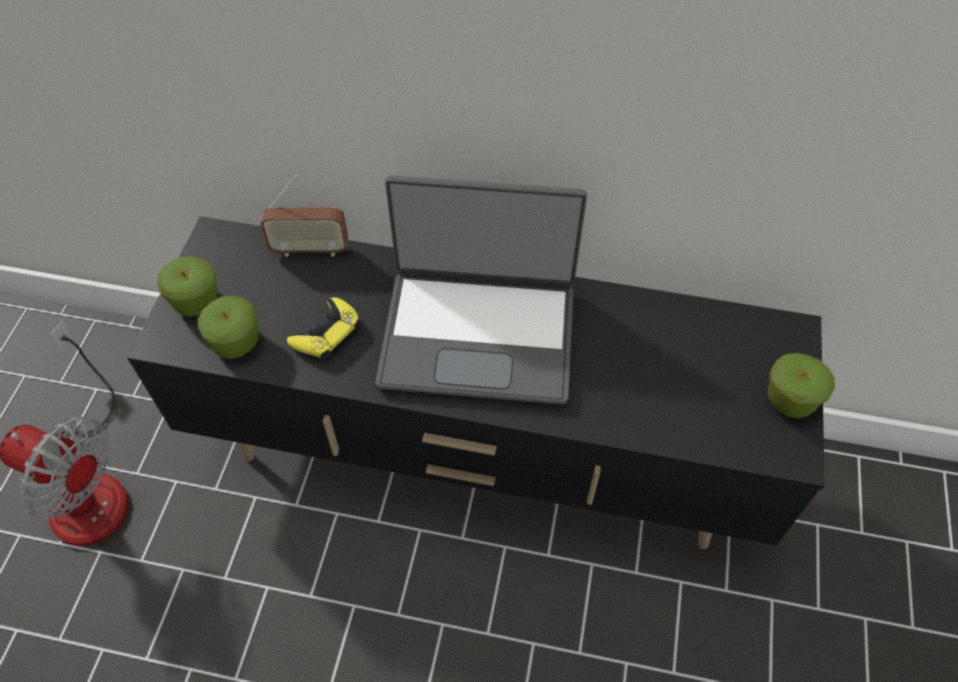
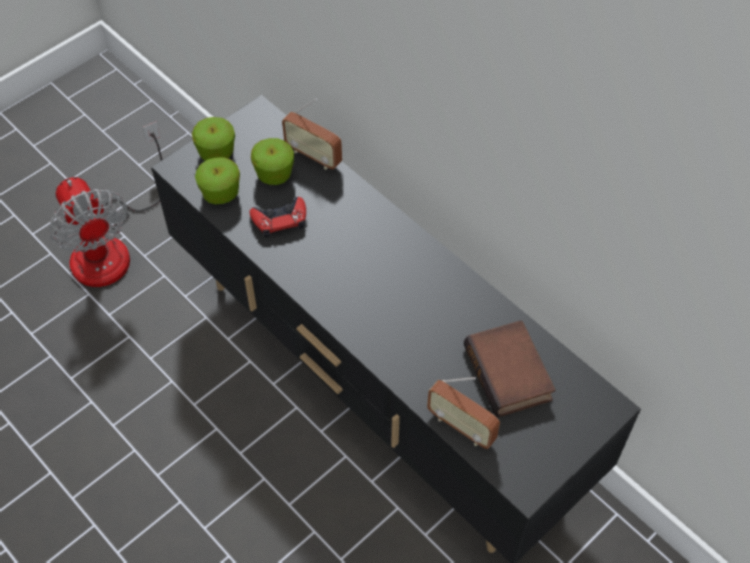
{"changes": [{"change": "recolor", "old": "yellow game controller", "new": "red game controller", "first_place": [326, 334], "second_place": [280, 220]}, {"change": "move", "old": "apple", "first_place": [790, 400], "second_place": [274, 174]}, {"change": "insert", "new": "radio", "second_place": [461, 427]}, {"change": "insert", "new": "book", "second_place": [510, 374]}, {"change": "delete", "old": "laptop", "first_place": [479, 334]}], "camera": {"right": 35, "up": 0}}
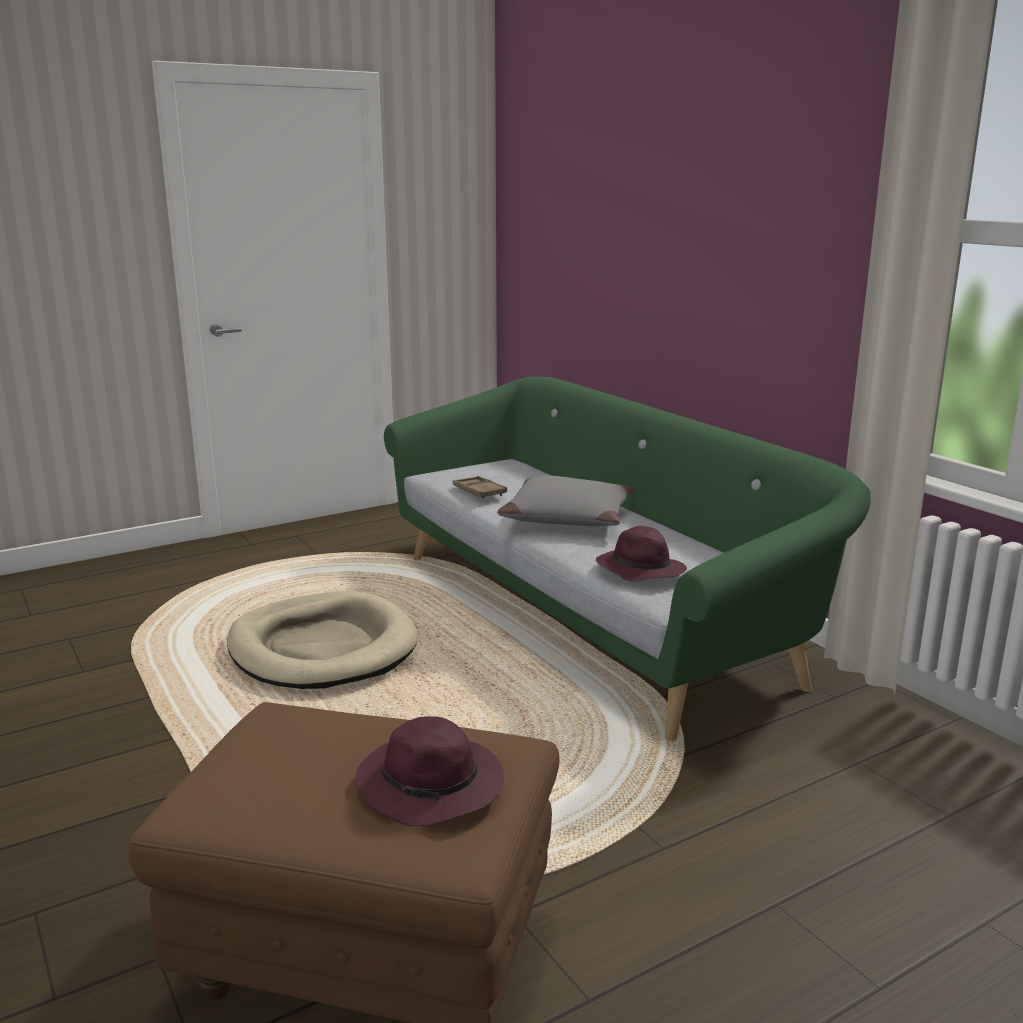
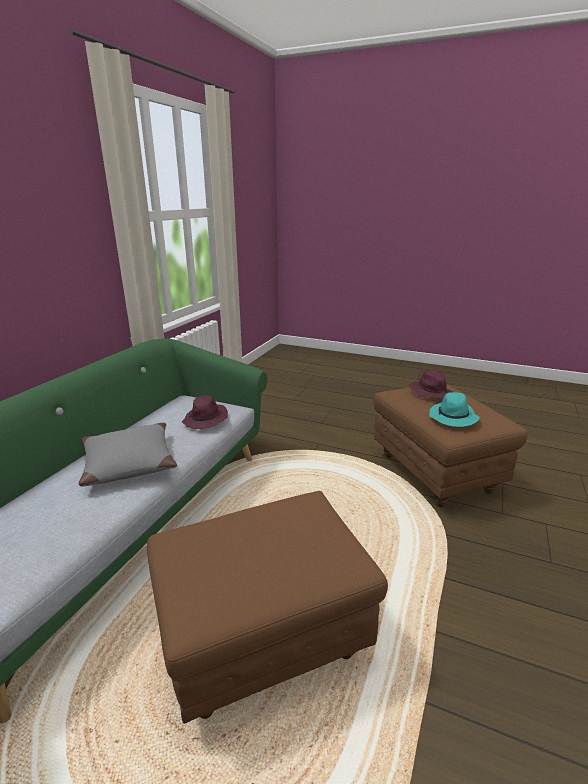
{"changes": [{"change": "replace", "old": "beige dog bed", "new": "brown ottoman", "first_place": [322, 648], "second_place": [263, 643]}, {"change": "insert", "new": "turquoise hat", "second_place": [453, 417]}, {"change": "delete", "old": "brown tray", "first_place": [479, 492]}], "camera": {"right": -125, "up": 5}}
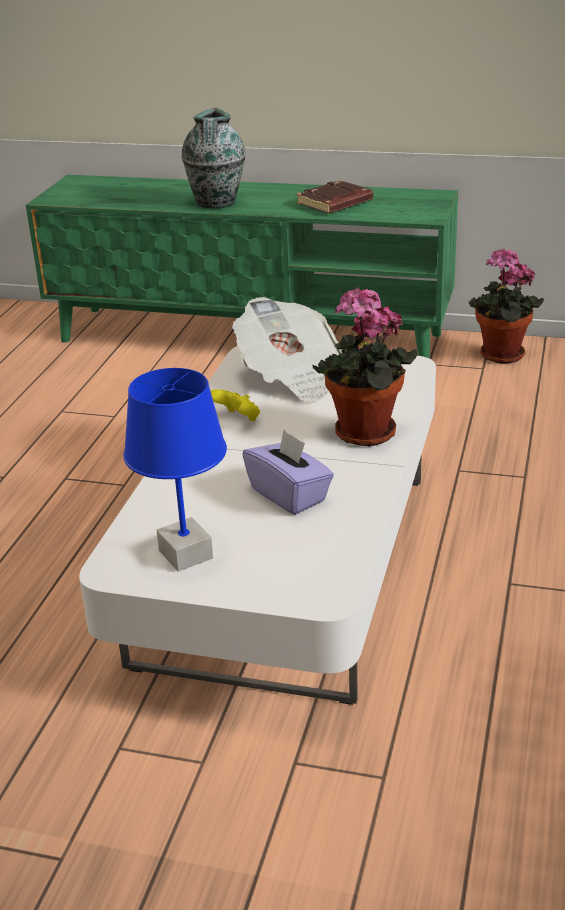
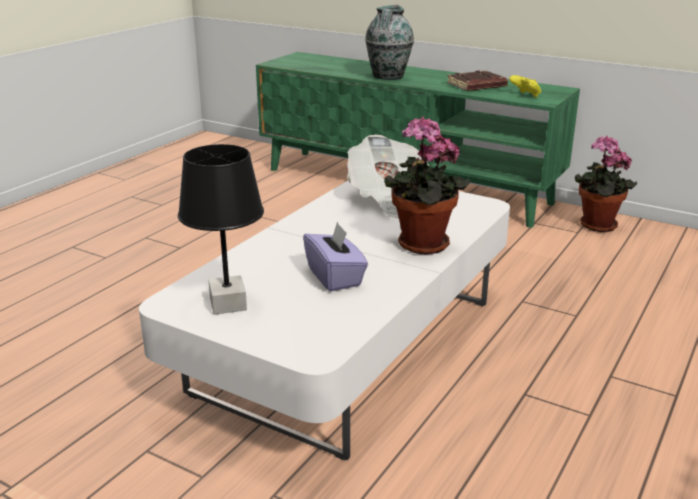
{"changes": [{"change": "recolor", "old": "blue table lamp", "new": "black table lamp", "first_place": [185, 554], "second_place": [227, 303]}, {"change": "move", "old": "yellow game controller", "first_place": [237, 419], "second_place": [525, 96]}], "camera": {"right": 15, "up": -5}}
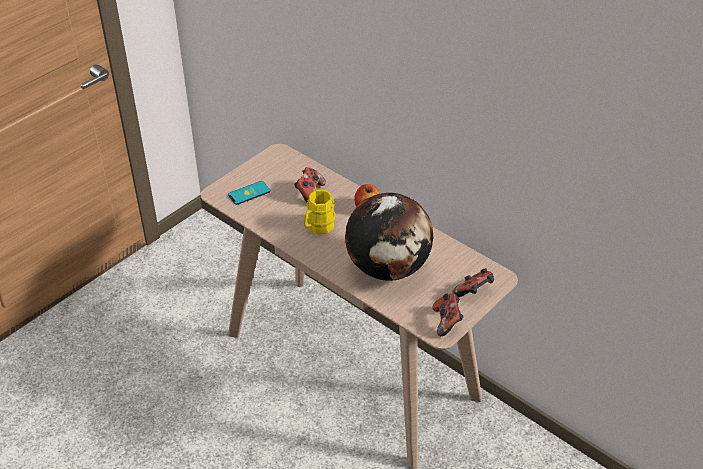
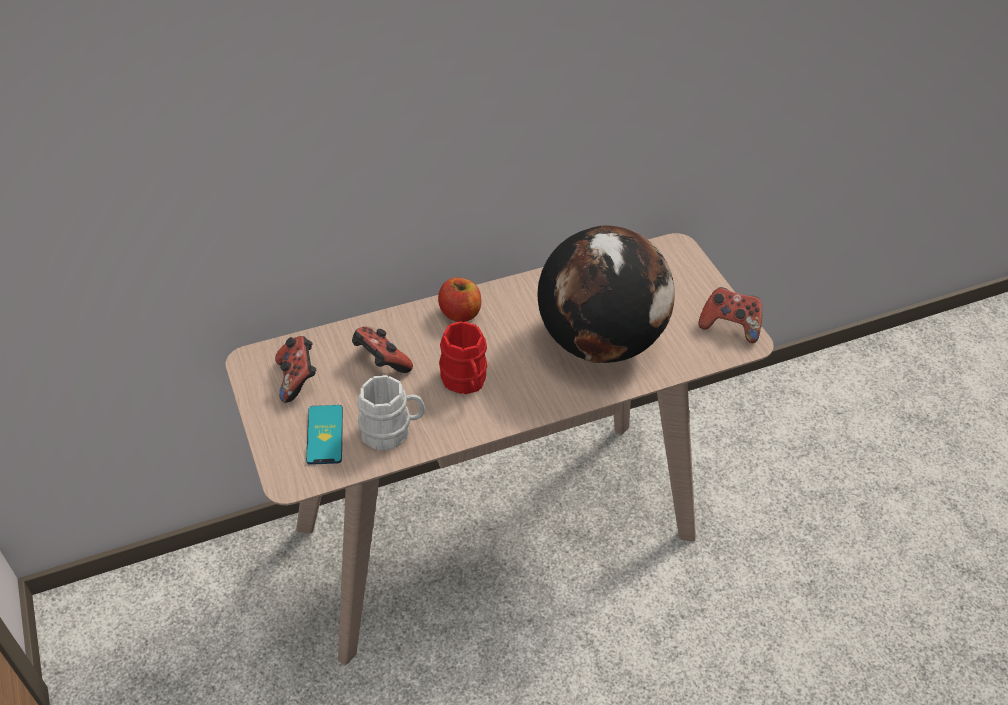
{"changes": [{"change": "move", "old": "game controller", "first_place": [474, 292], "second_place": [297, 379]}, {"change": "insert", "new": "white mug", "second_place": [392, 431]}, {"change": "recolor", "old": "yellow mug", "new": "red mug", "first_place": [318, 227], "second_place": [465, 382]}], "camera": {"right": -65, "up": 5}}
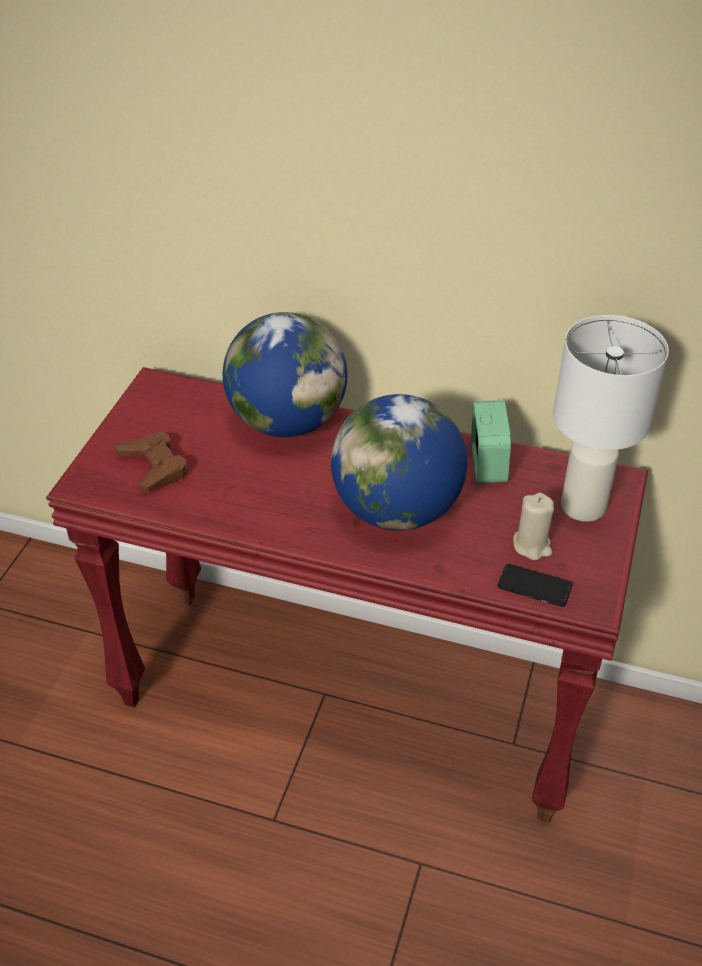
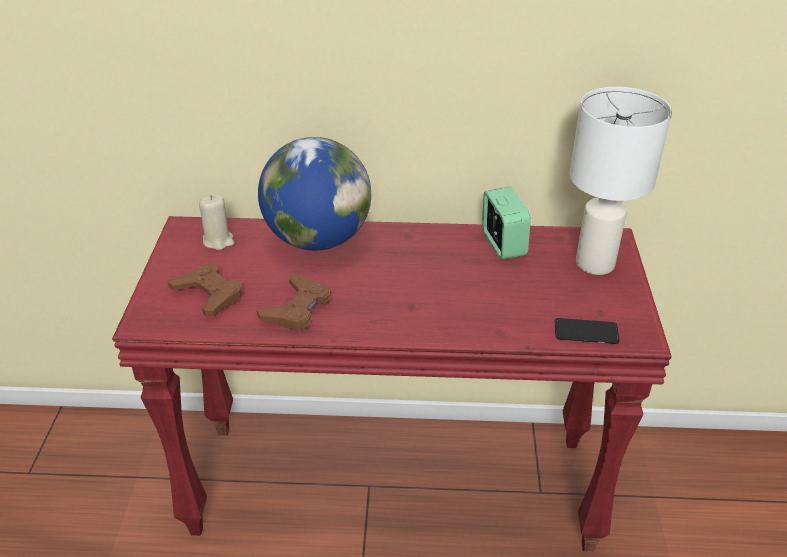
{"changes": [{"change": "move", "old": "beige candle", "first_place": [532, 545], "second_place": [218, 241]}, {"change": "insert", "new": "brown game controller", "second_place": [297, 309]}, {"change": "delete", "old": "globe", "first_place": [397, 510]}], "camera": {"right": -15, "up": -5}}
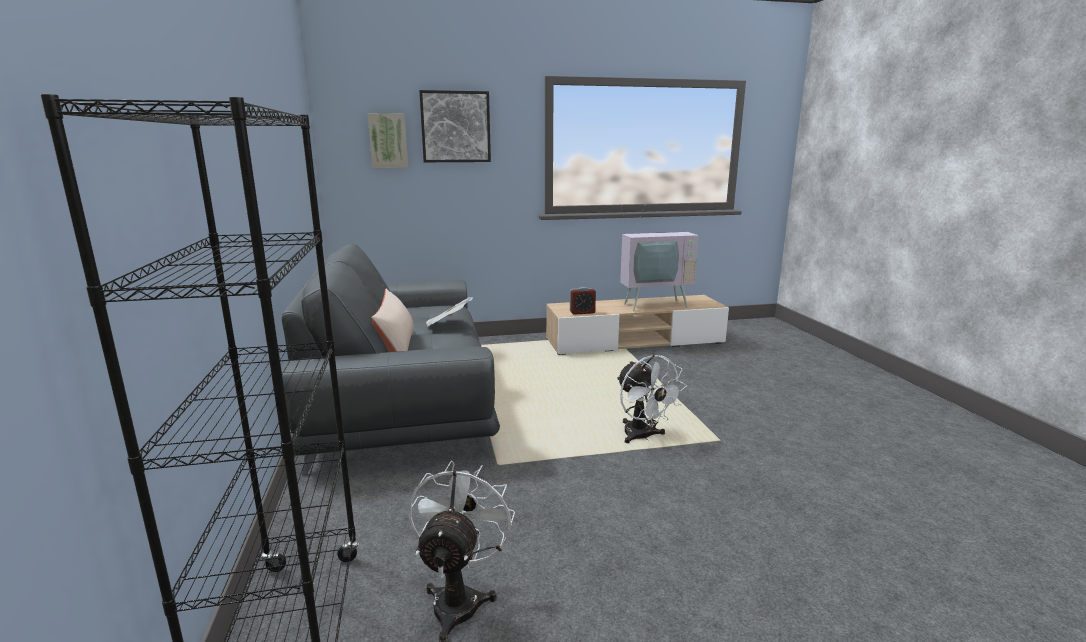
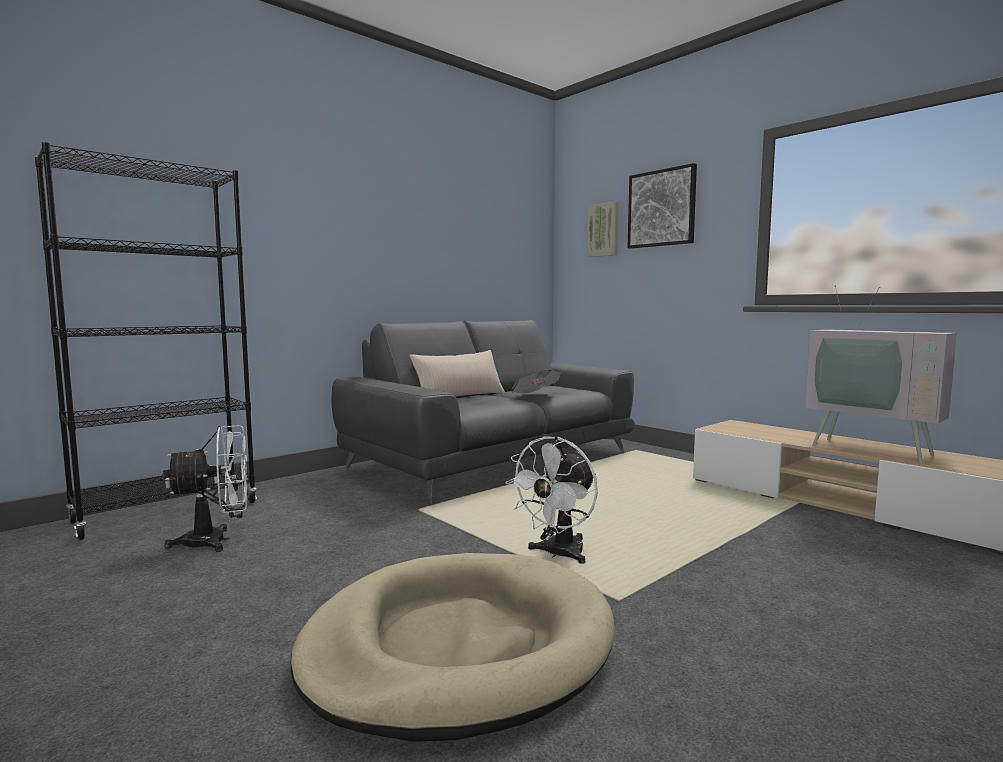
{"changes": [{"change": "insert", "new": "beige dog bed", "second_place": [458, 647]}, {"change": "delete", "old": "alarm clock", "first_place": [582, 312]}], "camera": {"right": 60, "up": -10}}
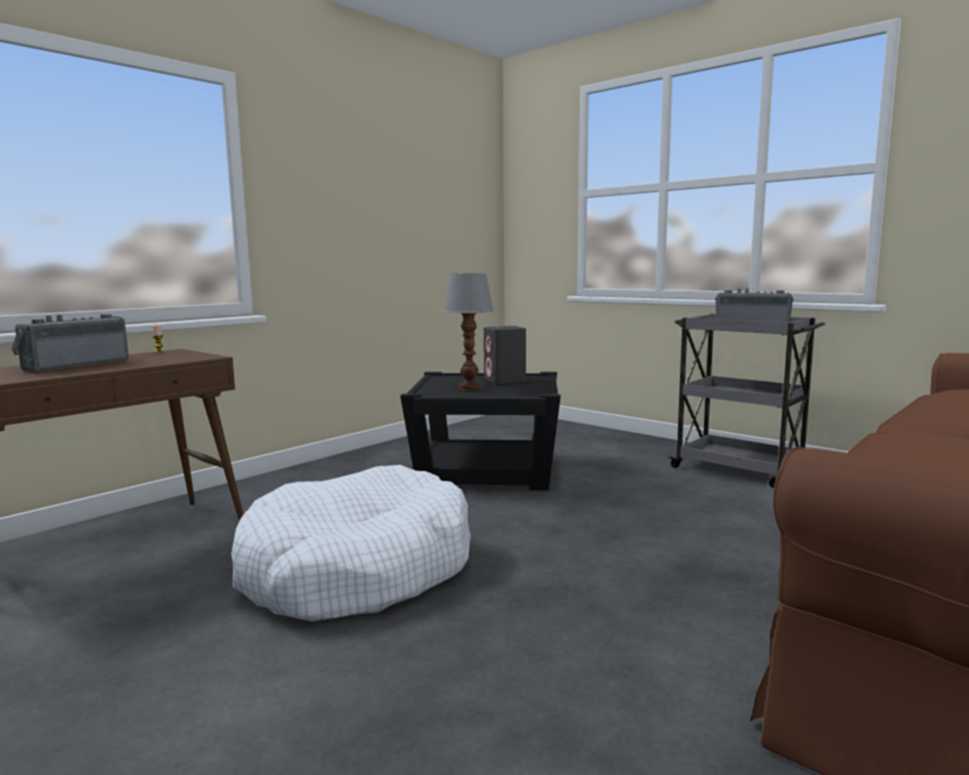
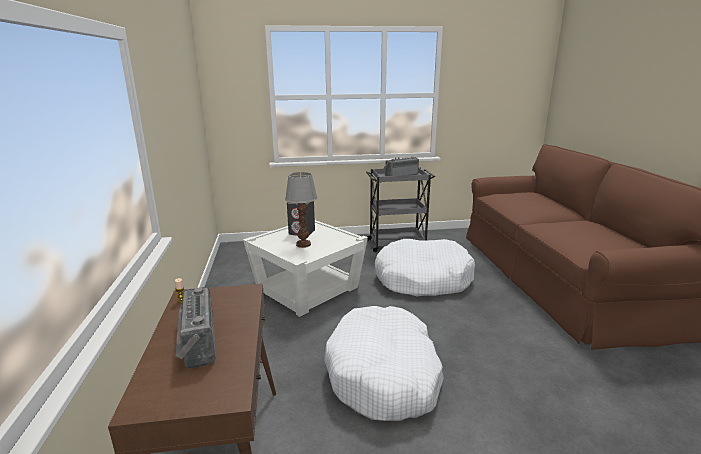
{"changes": [{"change": "recolor", "old": "black side table", "new": "white side table", "first_place": [486, 471], "second_place": [307, 289]}, {"change": "insert", "new": "white dog bed", "second_place": [422, 279]}], "camera": {"right": -50, "up": 10}}
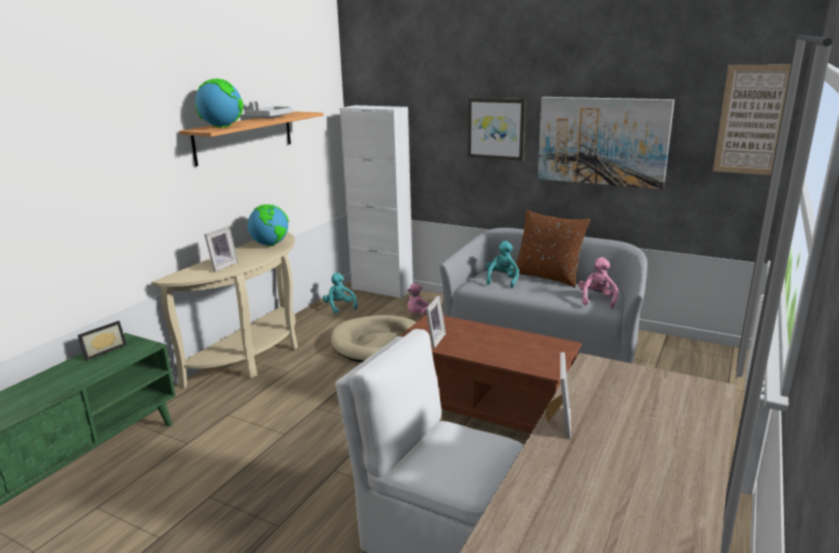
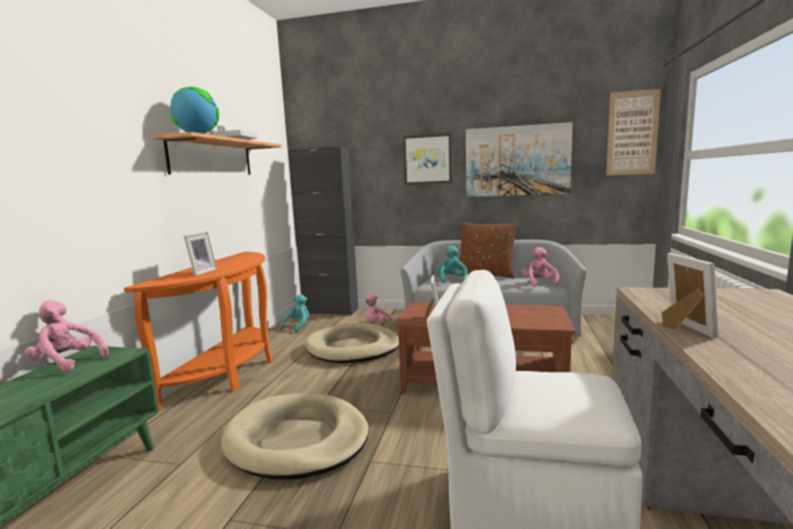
{"changes": [{"change": "replace", "old": "picture frame", "new": "pink plush toy", "first_place": [103, 350], "second_place": [67, 363]}, {"change": "recolor", "old": "beige console table", "new": "orange console table", "first_place": [254, 356], "second_place": [229, 373]}, {"change": "insert", "new": "beige dog bed", "second_place": [297, 440]}, {"change": "rotate", "old": "turquoise plush toy", "first_place": [339, 307], "second_place": [298, 326], "degrees": 75}, {"change": "recolor", "old": "white cabinet", "new": "black cabinet", "first_place": [382, 289], "second_place": [330, 311]}, {"change": "delete", "old": "globe", "first_place": [270, 245]}], "camera": {"right": -15, "up": -10}}
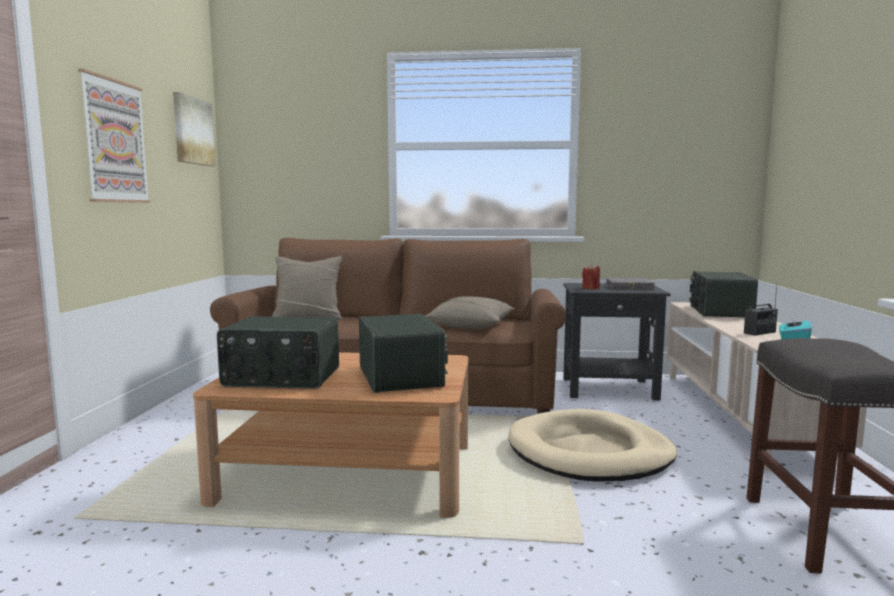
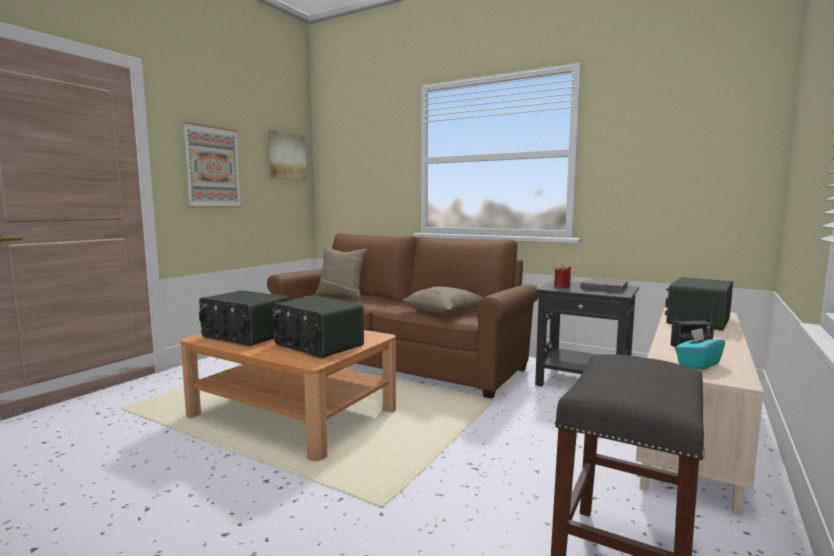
{"changes": [{"change": "rotate", "old": "radio", "first_place": [401, 376], "second_place": [317, 345], "degrees": 120}, {"change": "delete", "old": "beige dog bed", "first_place": [590, 452]}], "camera": {"right": 25, "up": 0}}
